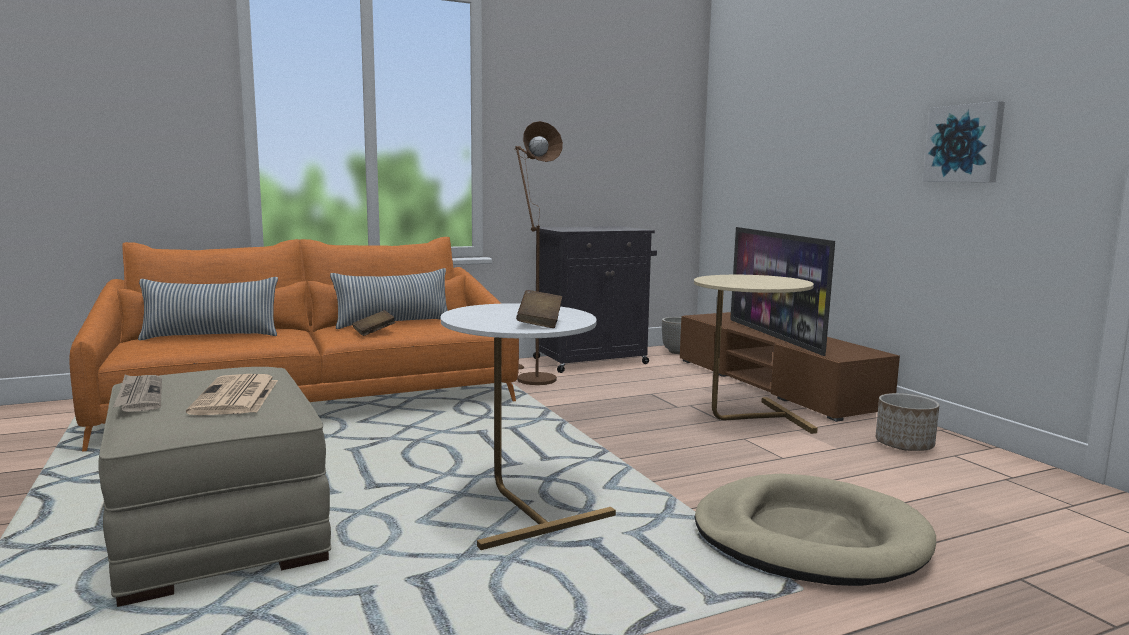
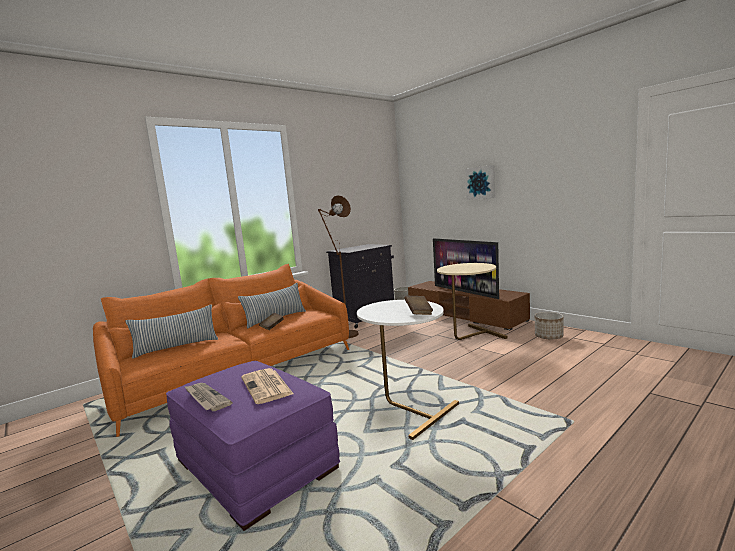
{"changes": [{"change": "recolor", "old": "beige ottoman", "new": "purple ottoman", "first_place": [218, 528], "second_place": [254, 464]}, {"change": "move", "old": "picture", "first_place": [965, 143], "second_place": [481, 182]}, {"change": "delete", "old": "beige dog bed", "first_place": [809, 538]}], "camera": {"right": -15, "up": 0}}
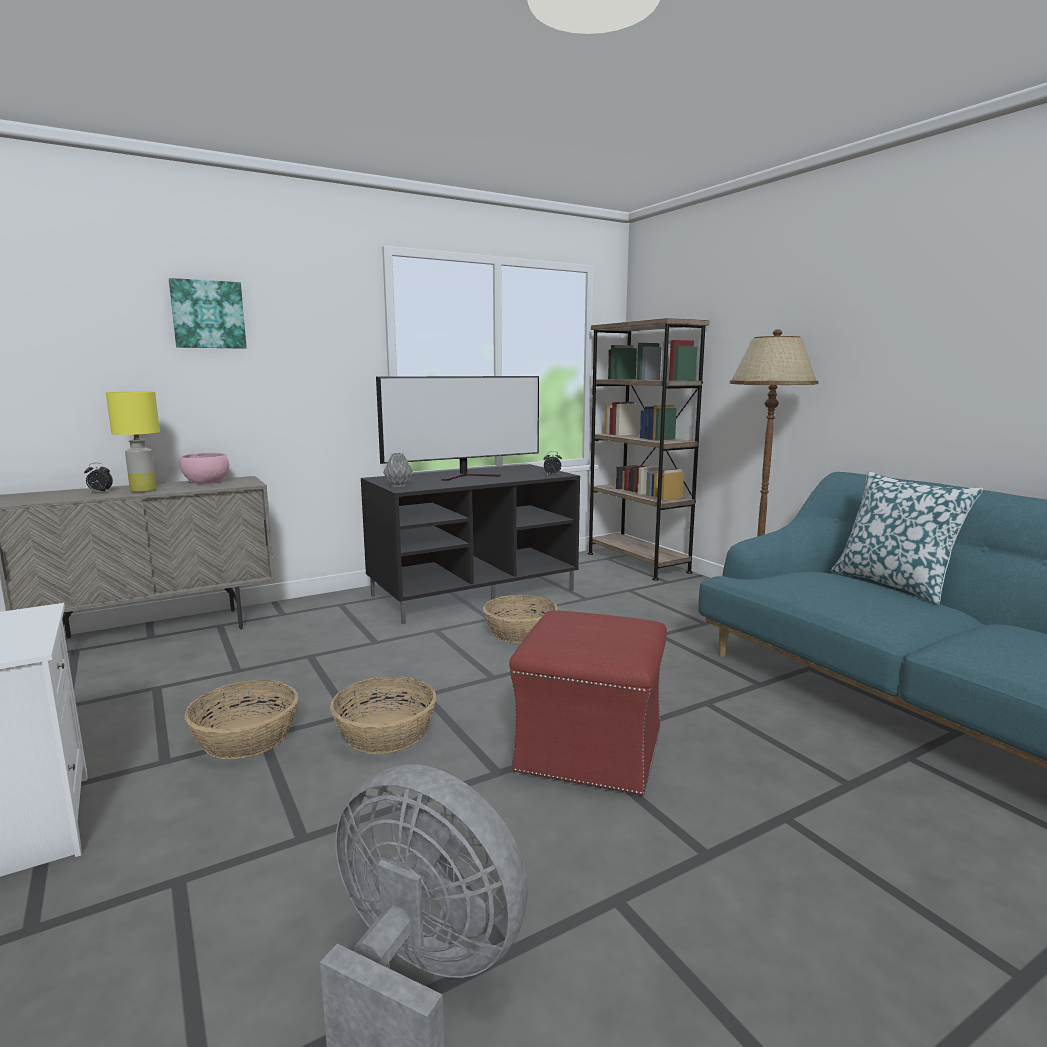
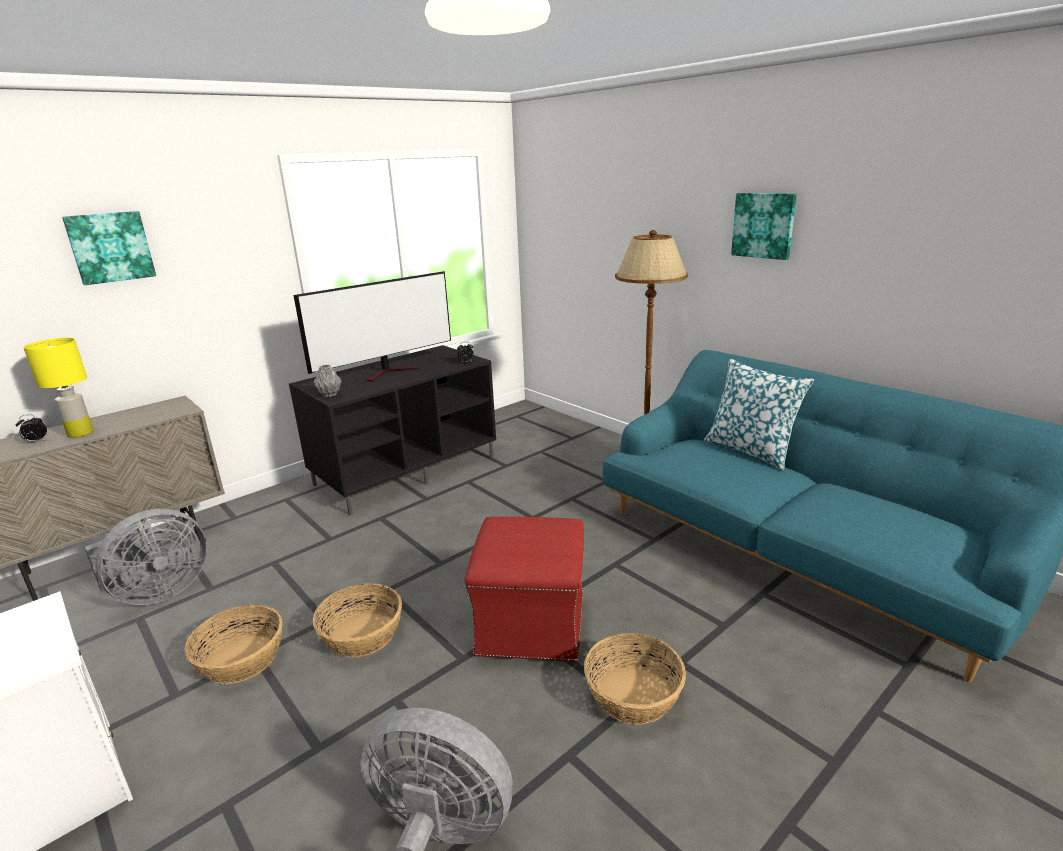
{"changes": [{"change": "insert", "new": "grey fan", "second_place": [158, 593]}, {"change": "move", "old": "basket", "first_place": [520, 632], "second_place": [633, 694]}, {"change": "insert", "new": "picture", "second_place": [764, 225]}, {"change": "delete", "old": "pink bowl", "first_place": [206, 482]}, {"change": "delete", "old": "brown bookcase", "first_place": [637, 563]}], "camera": {"right": -10, "up": 10}}
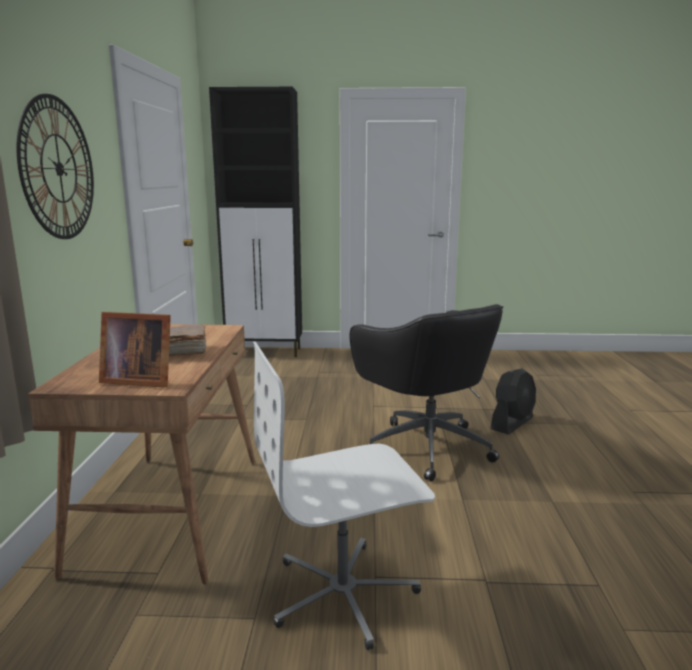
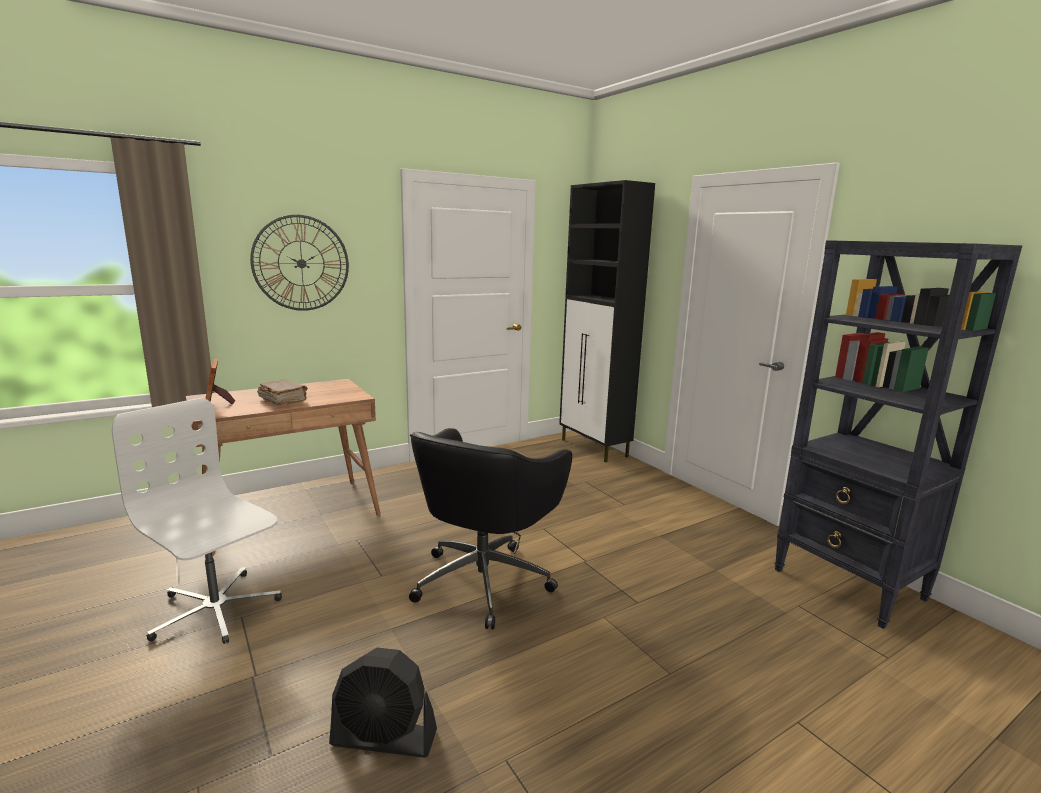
{"changes": [{"change": "move", "old": "black fan", "first_place": [512, 423], "second_place": [384, 738]}, {"change": "insert", "new": "black bookcase", "second_place": [849, 585]}], "camera": {"right": 55, "up": 0}}
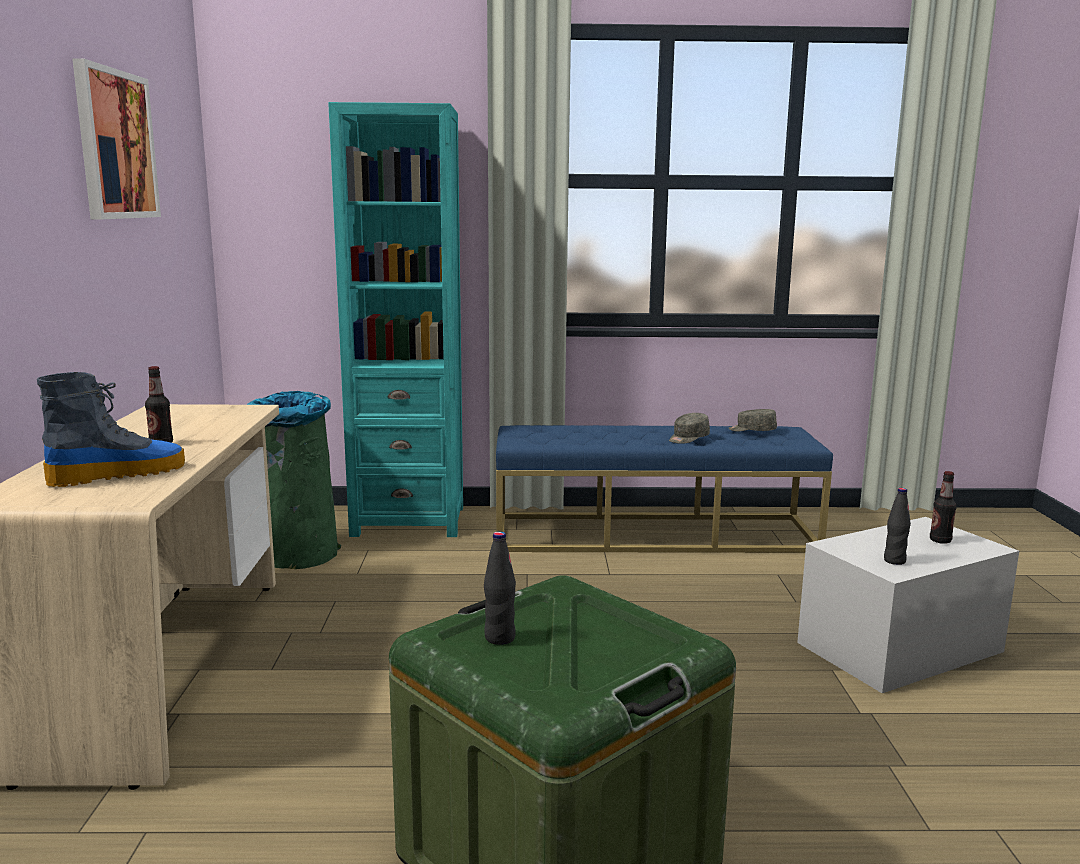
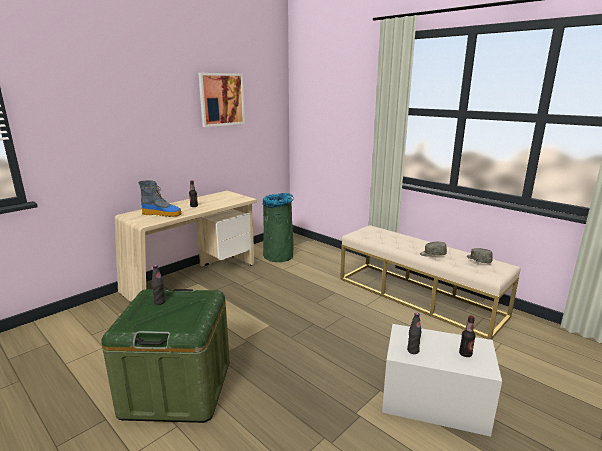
{"changes": [{"change": "recolor", "old": "blue bench", "new": "beige bench", "first_place": [654, 534], "second_place": [418, 296]}, {"change": "delete", "old": "turquoise bookcase", "first_place": [408, 521]}], "camera": {"right": 45, "up": 5}}
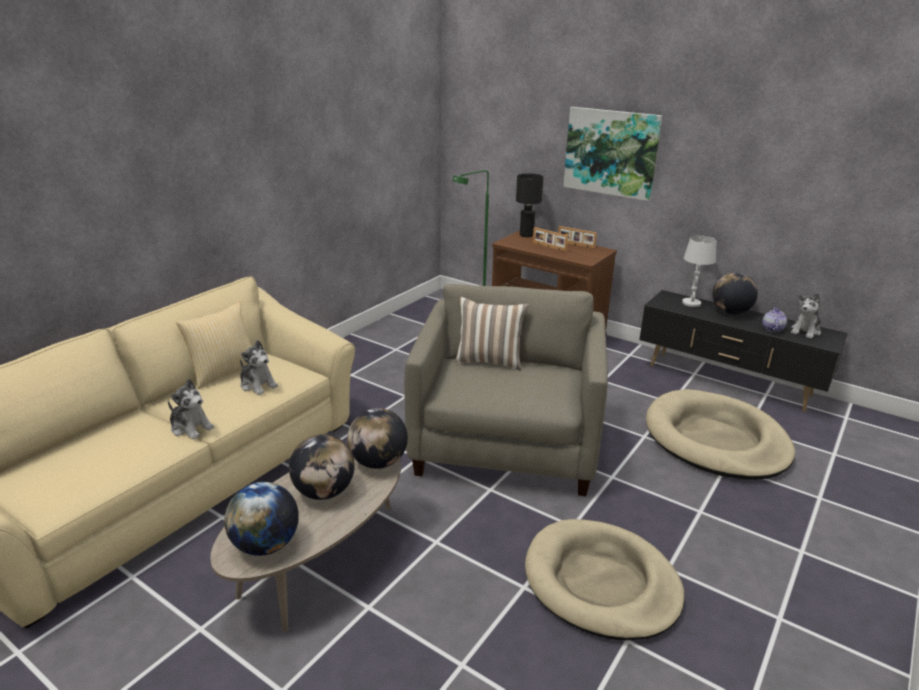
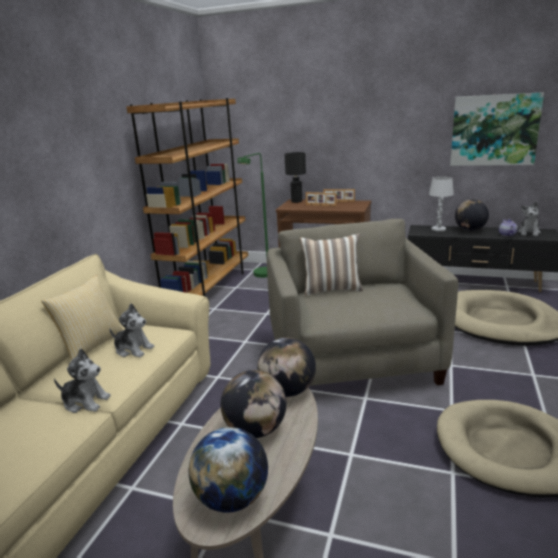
{"changes": [{"change": "insert", "new": "brown bookcase", "second_place": [209, 288]}, {"change": "move", "old": "picture", "first_place": [611, 152], "second_place": [494, 130]}], "camera": {"right": -15, "up": -5}}
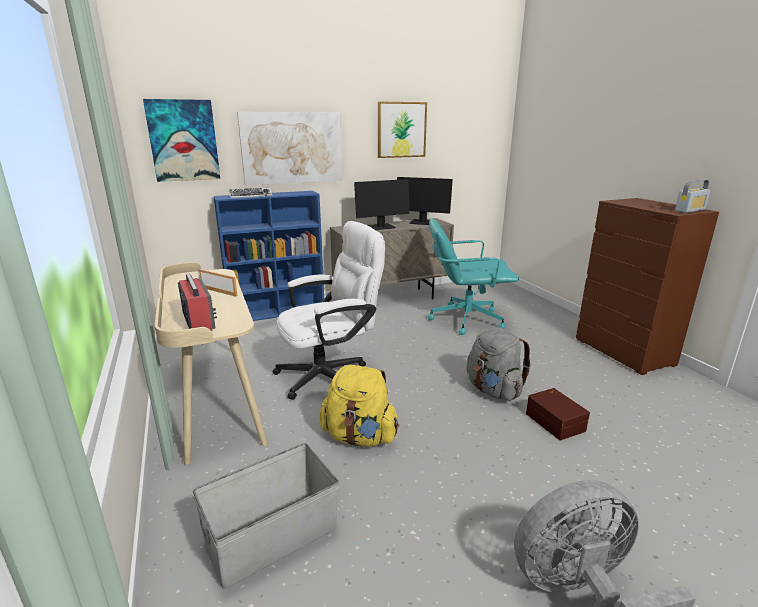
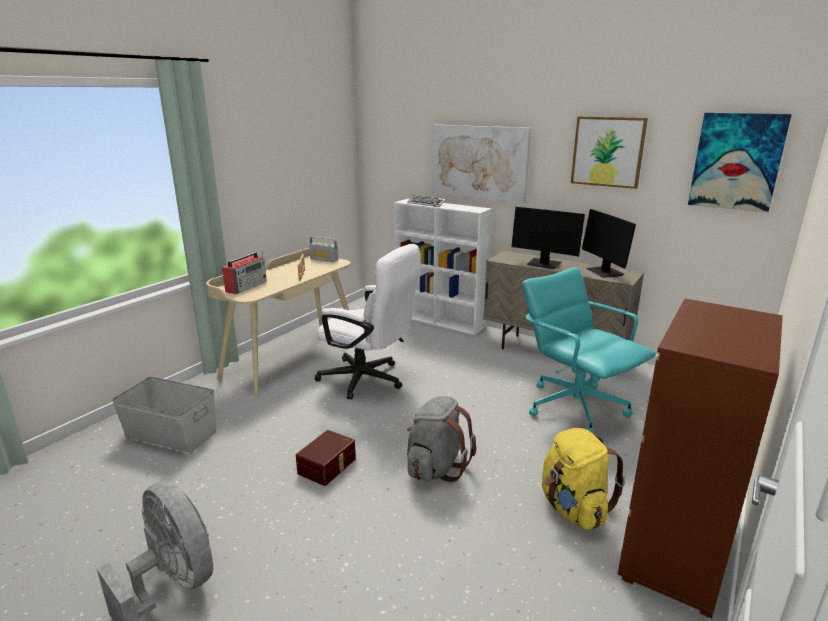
{"changes": [{"change": "move", "old": "brown storage box", "first_place": [556, 421], "second_place": [328, 466]}, {"change": "move", "old": "radio", "first_place": [690, 210], "second_place": [324, 259]}, {"change": "recolor", "old": "blue bookcase", "new": "white bookcase", "first_place": [278, 312], "second_place": [440, 321]}, {"change": "move", "old": "yellow backpack", "first_place": [360, 437], "second_place": [573, 508]}, {"change": "move", "old": "picture", "first_place": [183, 140], "second_place": [736, 161]}], "camera": {"right": 55, "up": 0}}
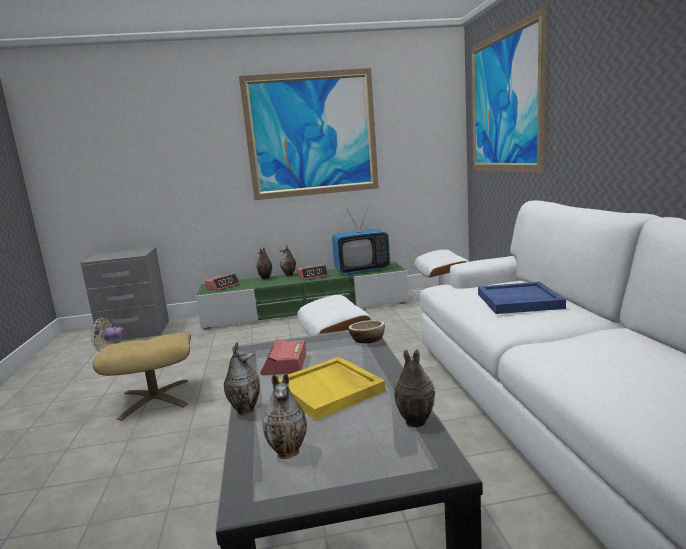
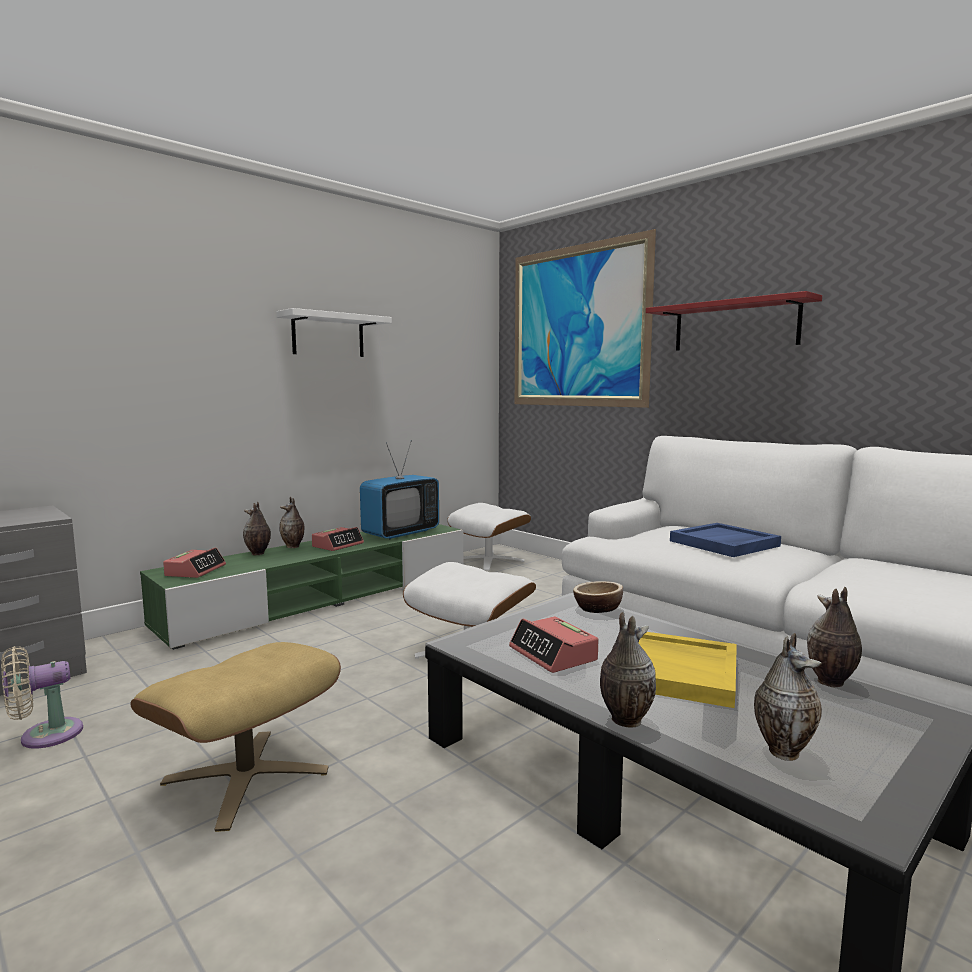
{"changes": [{"change": "replace", "old": "picture", "new": "white shelf", "first_place": [312, 134], "second_place": [328, 335]}, {"change": "insert", "new": "red shelf", "second_place": [735, 325]}], "camera": {"right": -35, "up": -5}}
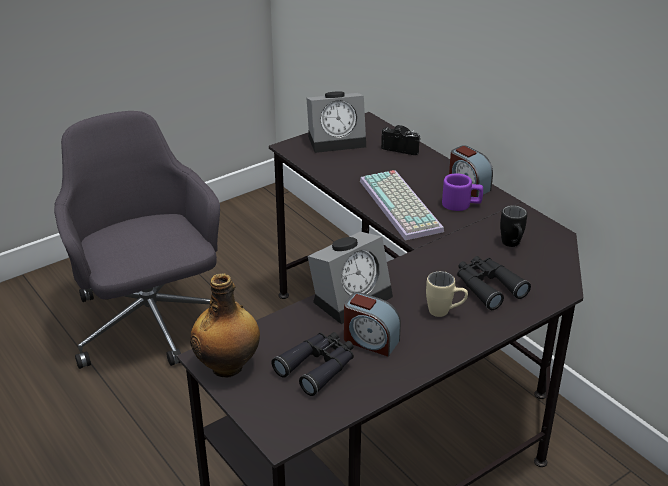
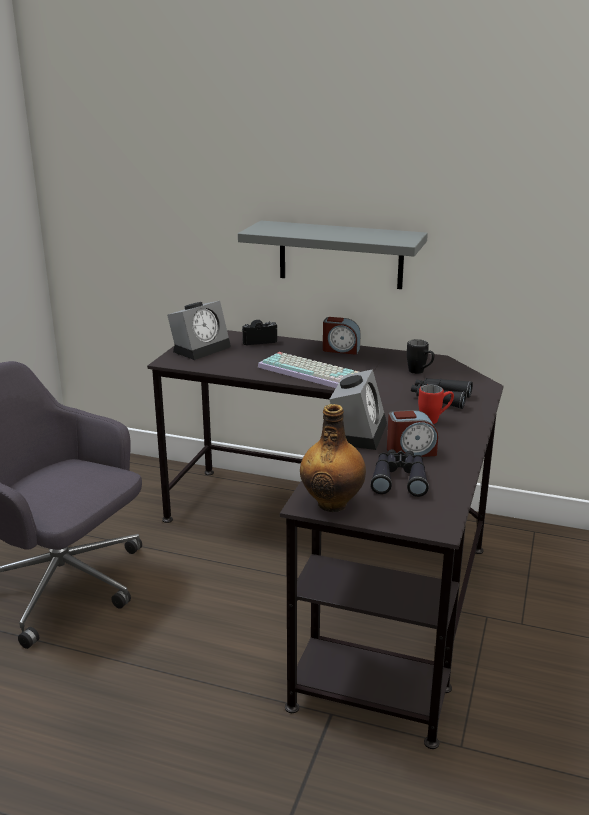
{"changes": [{"change": "insert", "new": "grey shelf", "second_place": [340, 255]}, {"change": "recolor", "old": "beige mug", "new": "red mug", "first_place": [445, 312], "second_place": [434, 420]}, {"change": "delete", "old": "purple mug", "first_place": [461, 204]}], "camera": {"right": -35, "up": -10}}
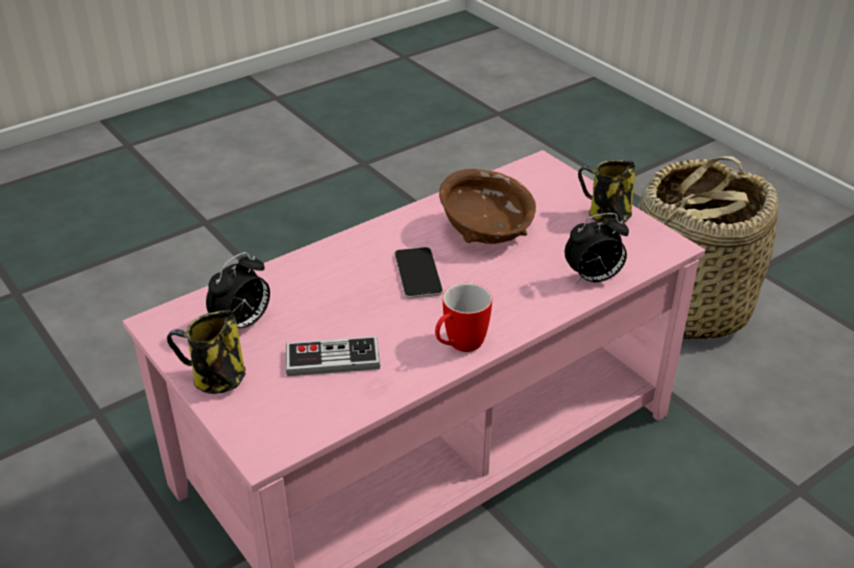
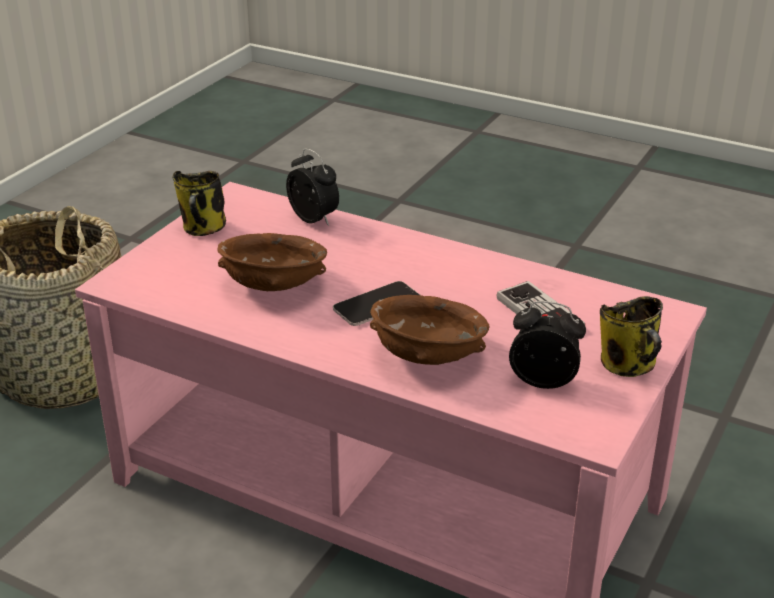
{"changes": [{"change": "insert", "new": "brown bowl", "second_place": [428, 356]}, {"change": "delete", "old": "mug", "first_place": [459, 346]}], "camera": {"right": -115, "up": -5}}
